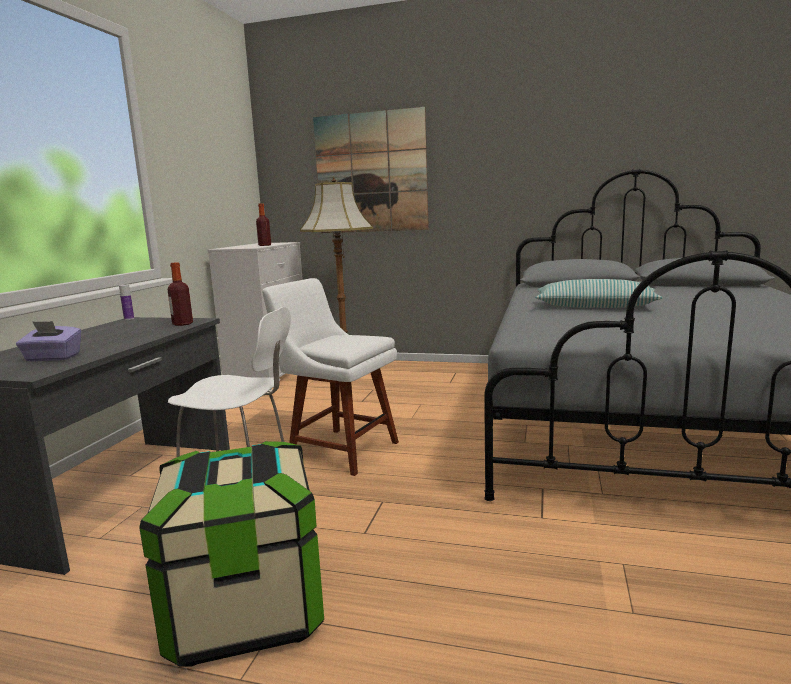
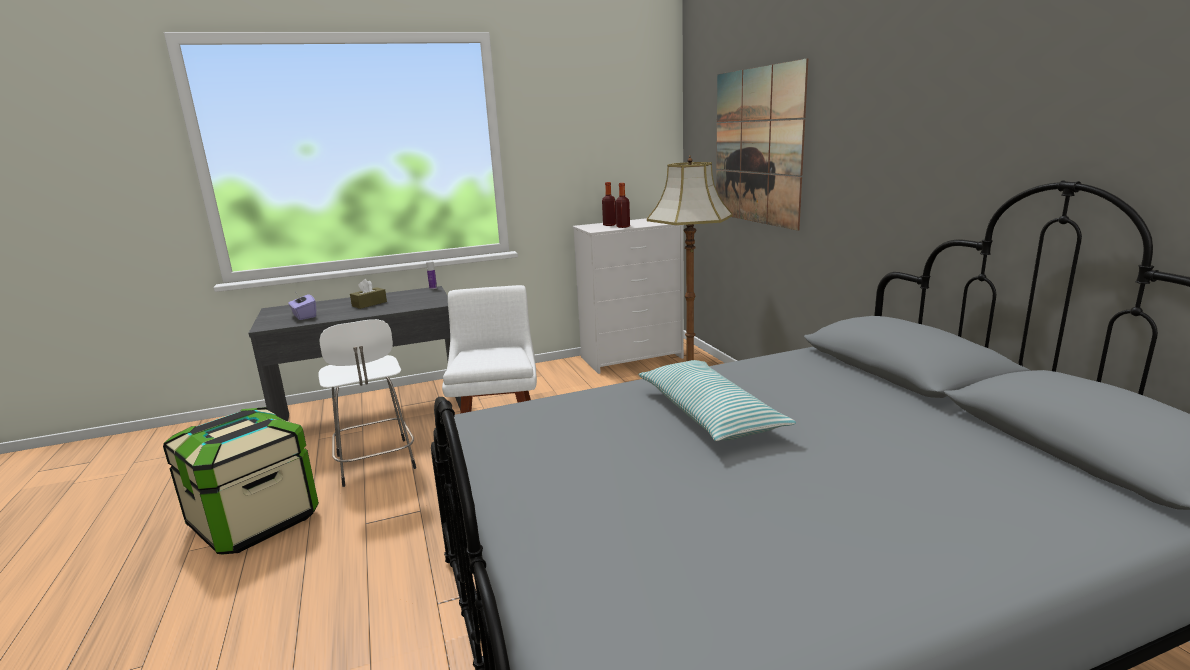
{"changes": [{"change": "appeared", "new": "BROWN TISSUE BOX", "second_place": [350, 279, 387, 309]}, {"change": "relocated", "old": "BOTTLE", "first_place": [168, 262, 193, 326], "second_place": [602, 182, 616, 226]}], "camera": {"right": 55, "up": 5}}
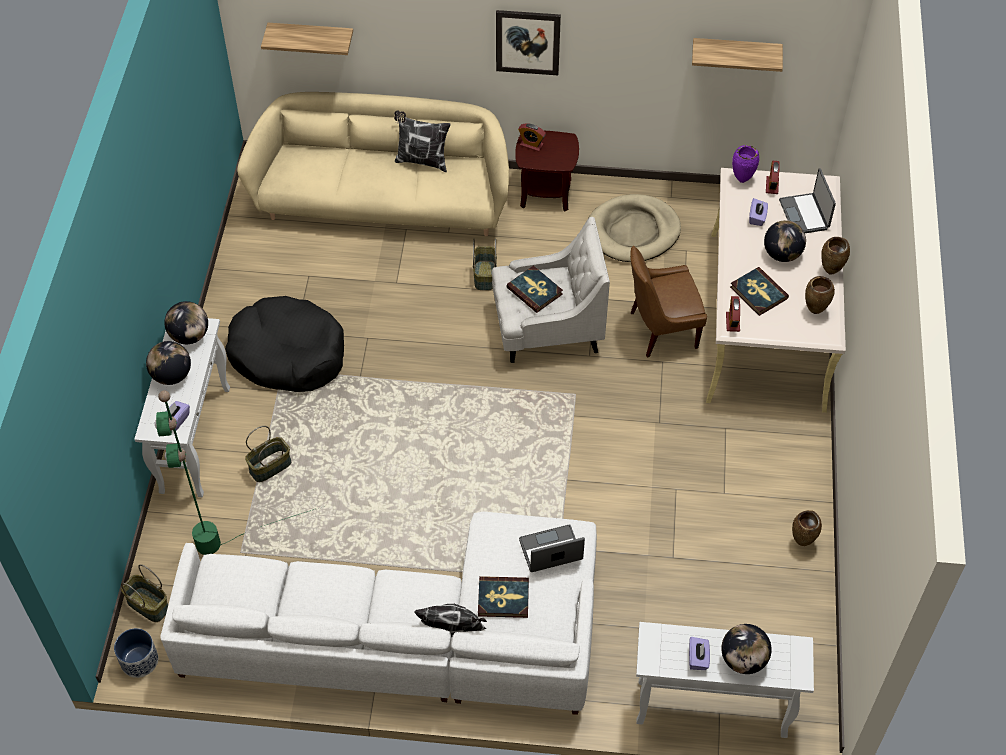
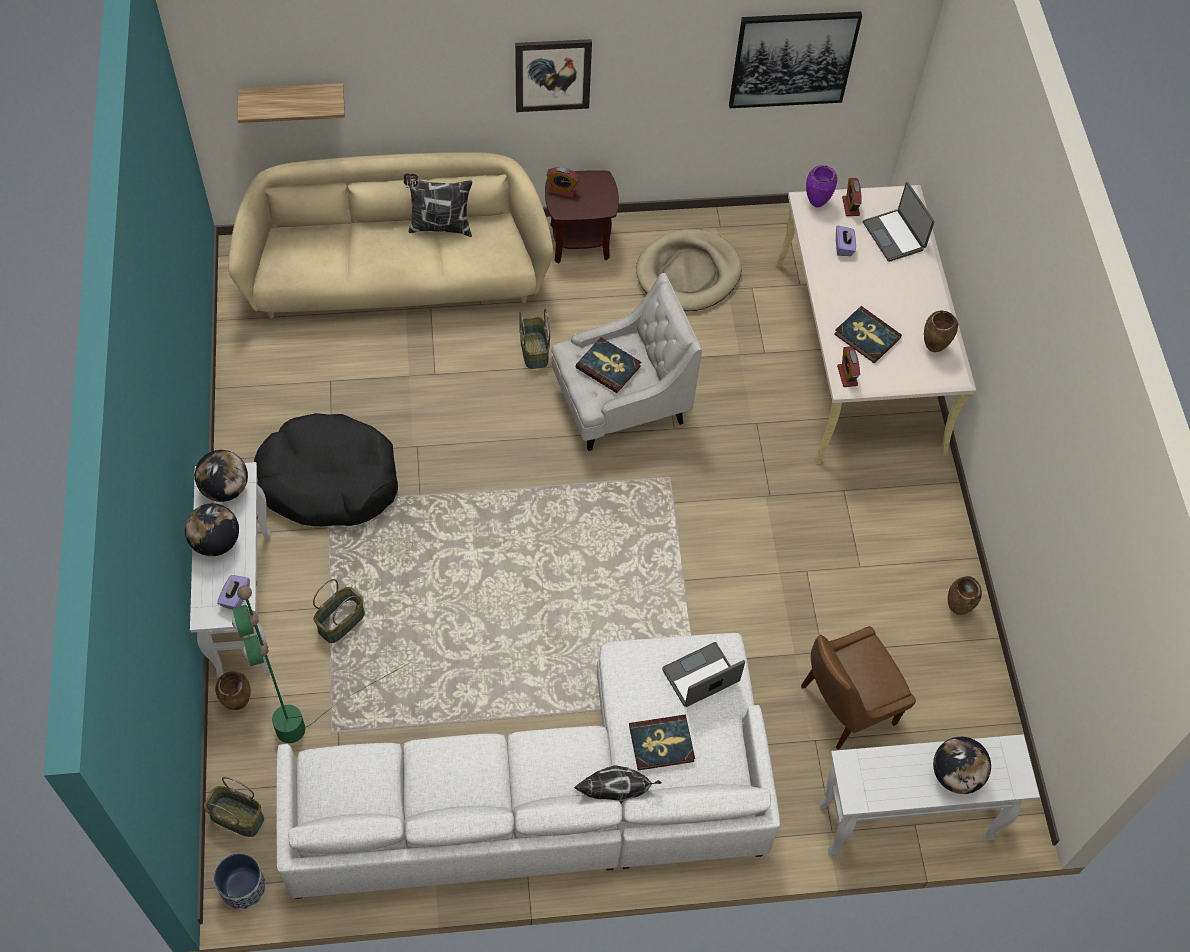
{"changes": [{"change": "missing", "old": "PURPLE TISSUE BOX", "first_place": [689, 637, 710, 670]}, {"change": "missing", "old": "GLOBE", "first_place": [764, 220, 806, 262]}, {"change": "relocated", "old": "BROWN CHAIR", "first_place": [630, 246, 707, 358], "second_place": [801, 626, 916, 750]}, {"change": "relocated", "old": "BROWN VASE", "first_place": [821, 237, 850, 275], "second_place": [215, 671, 251, 710]}, {"change": "exchanged", "old": "SHELF", "new": "PICTURE", "first_place": [692, 38, 783, 72], "second_place": [729, 12, 862, 108]}], "camera": {"right": -15, "up": 5}}
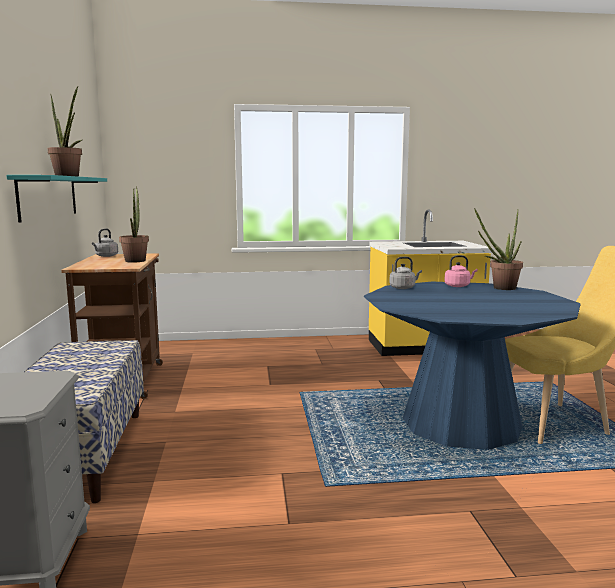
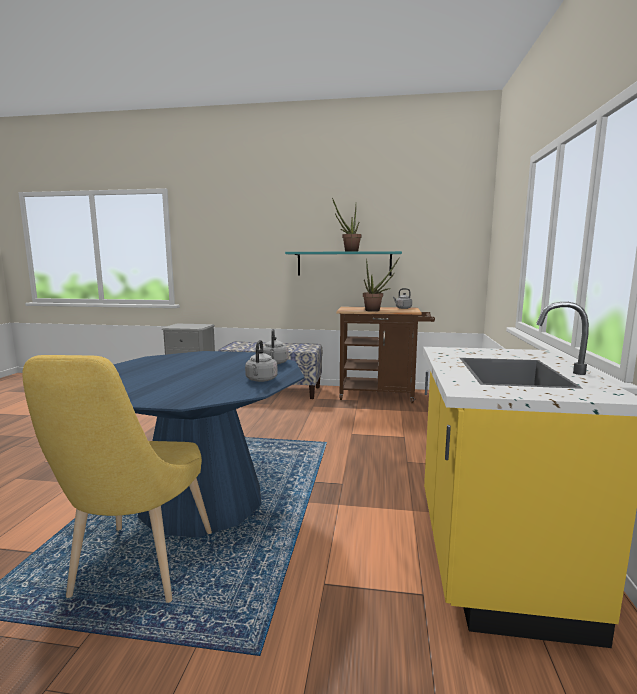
{"changes": [{"change": "missing", "old": "POTTED PLANT", "first_place": [474, 208, 523, 290]}, {"change": "colour", "old": "PINK KETTLE", "new": "GREY KETTLE", "first_place": [444, 255, 478, 287], "second_place": [245, 340, 278, 382]}], "camera": {"right": 105, "up": 0}}
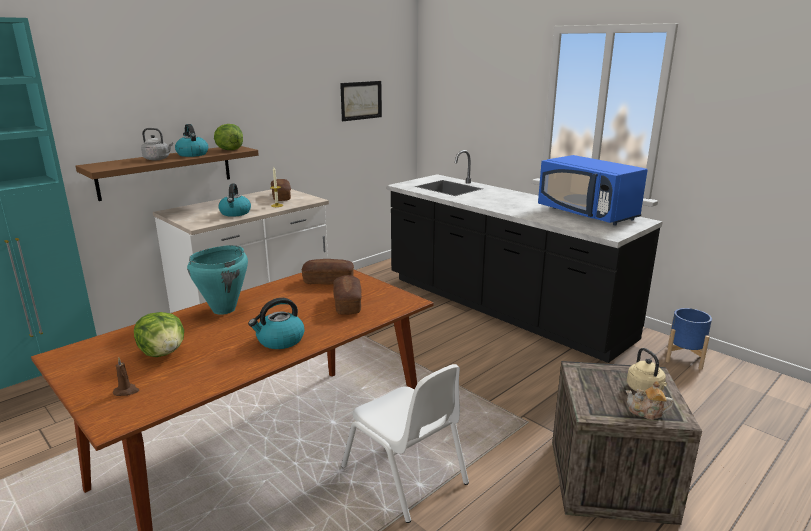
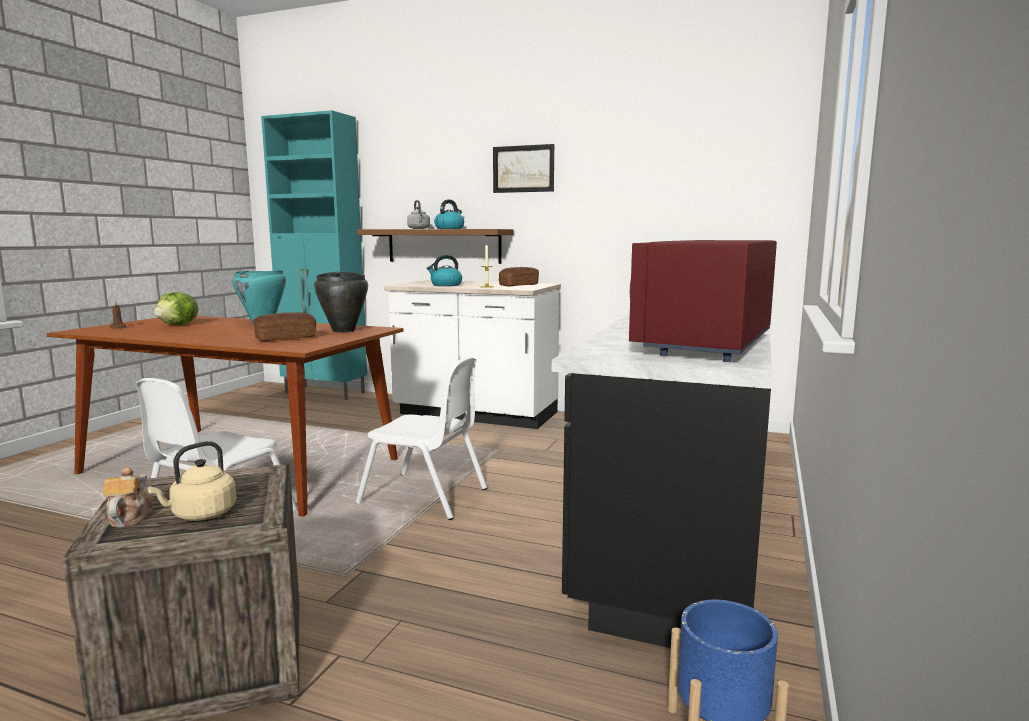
{"changes": [{"change": "missing", "old": "LETTUCE", "first_place": [214, 124, 243, 150]}, {"change": "missing", "old": "KETTLE", "first_place": [248, 298, 304, 349]}, {"change": "appeared", "new": "WHITE CHAIR", "second_place": [355, 356, 487, 520]}, {"change": "relocated", "old": "PICTURE", "first_place": [340, 81, 382, 121], "second_place": [493, 144, 554, 193]}, {"change": "exchanged", "old": "BREAD", "new": "BLACK COOKING POT", "first_place": [302, 259, 354, 284], "second_place": [314, 272, 368, 333]}, {"change": "colour", "old": "BLUE MICROWAVE", "new": "RED MICROWAVE", "first_place": [538, 155, 647, 226], "second_place": [629, 240, 777, 362]}], "camera": {"right": 65, "up": -10}}
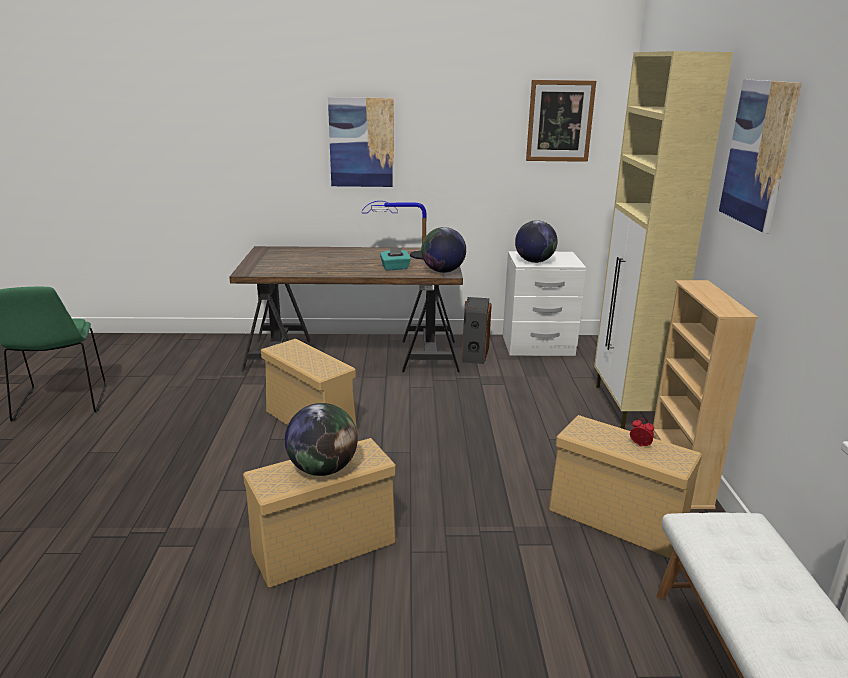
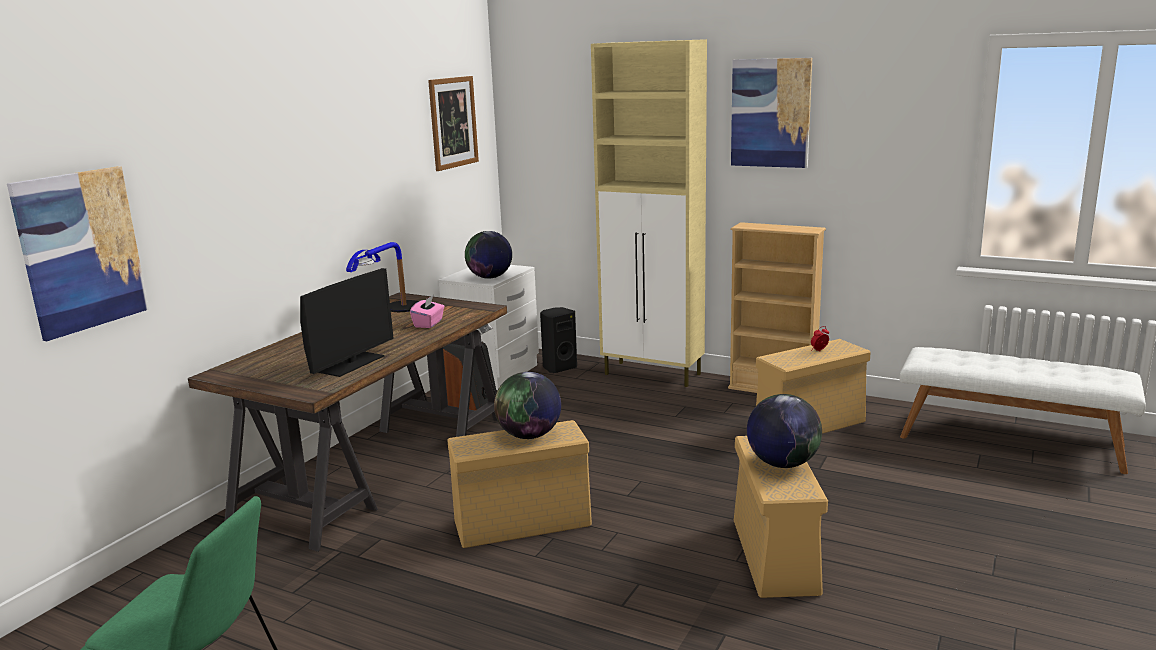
{"changes": [{"change": "appeared", "new": "MONITOR", "second_place": [300, 268, 394, 377]}, {"change": "appeared", "new": "BLACK SPEAKER", "second_place": [540, 307, 577, 373]}, {"change": "relocated", "old": "PICTURE", "first_place": [328, 97, 394, 187], "second_place": [7, 166, 149, 341]}, {"change": "relocated", "old": "GLOBE", "first_place": [421, 227, 466, 273], "second_place": [494, 372, 561, 439]}, {"change": "colour", "old": "TURQUOISE TISSUE BOX", "new": "PINK TISSUE BOX", "first_place": [380, 248, 411, 270], "second_place": [410, 296, 444, 328]}], "camera": {"right": -60, "up": -5}}
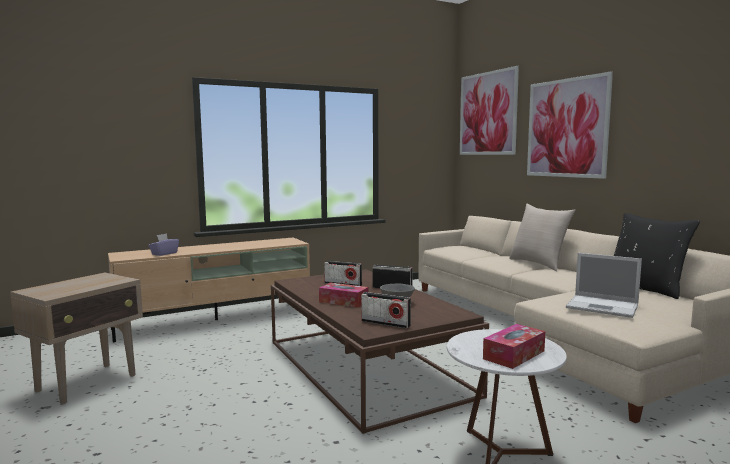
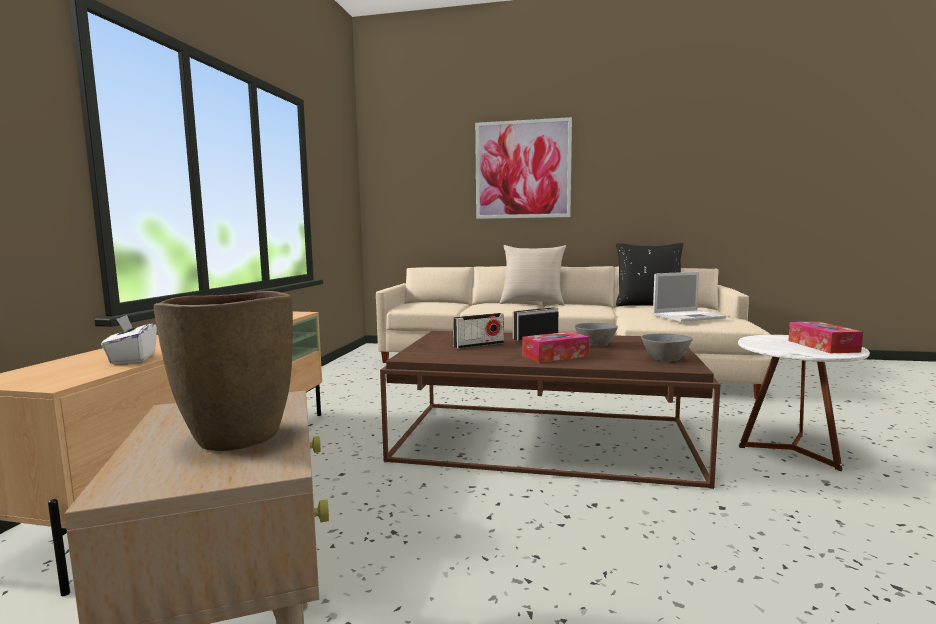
{"changes": [{"change": "missing", "old": "PICTURE", "first_place": [460, 66, 519, 155]}, {"change": "appeared", "new": "BROWN VASE", "second_place": [154, 291, 293, 451]}, {"change": "exchanged", "old": "RADIO", "new": "GREY BOWL", "first_place": [361, 292, 411, 329], "second_place": [641, 333, 693, 361]}, {"change": "colour", "old": "PURPLE TISSUE BOX", "new": "WHITE TISSUE BOX", "first_place": [149, 233, 179, 256], "second_place": [101, 315, 157, 364]}], "camera": {"right": -50, "up": 0}}
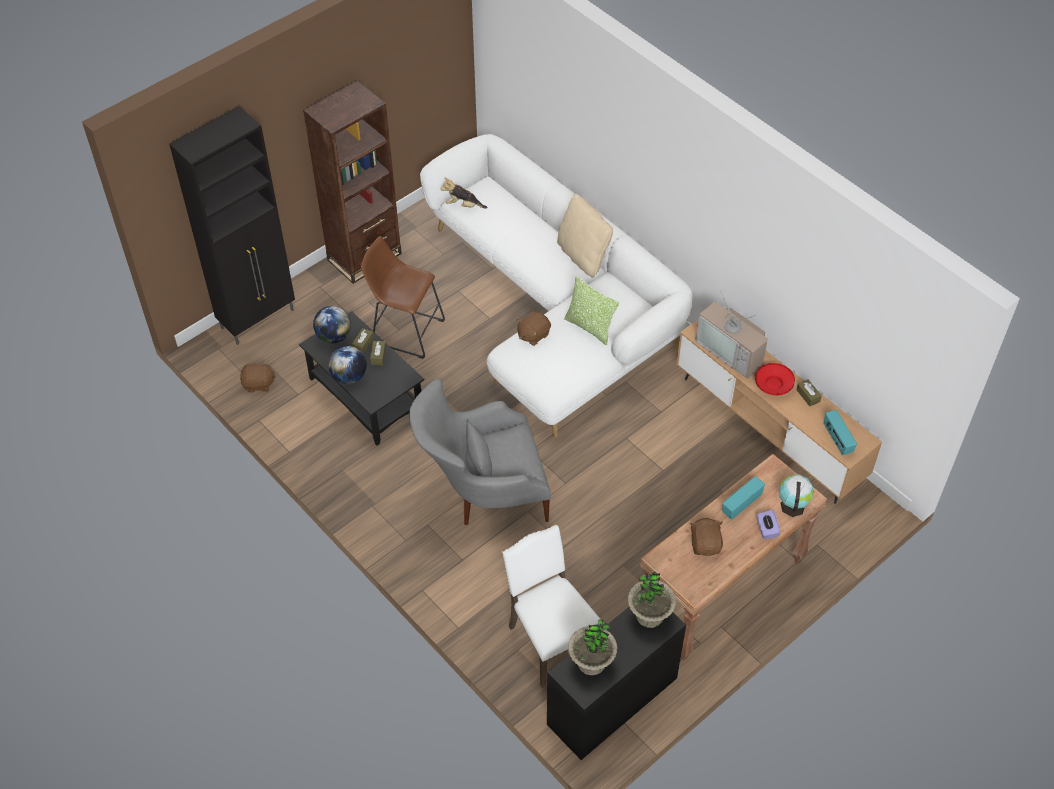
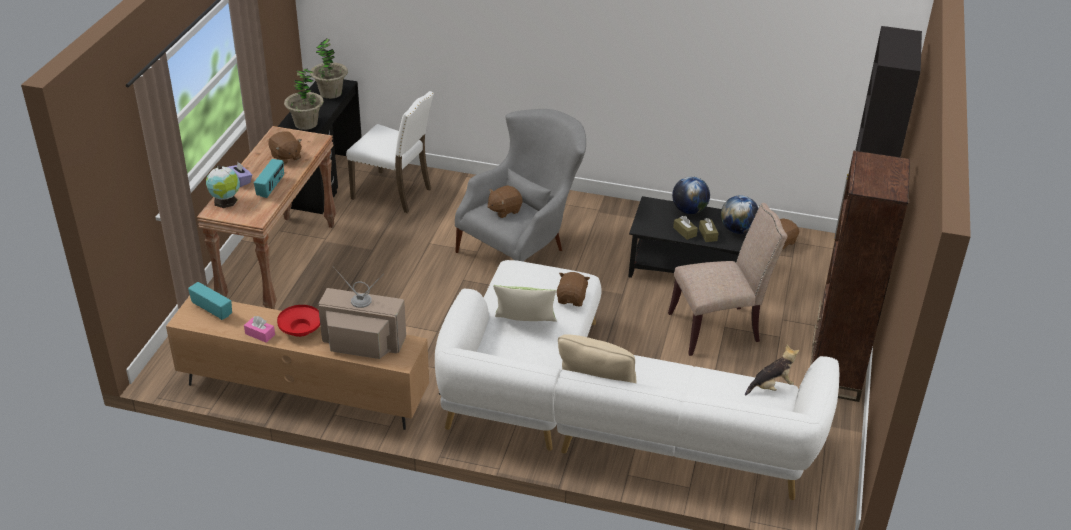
{"changes": [{"change": "appeared", "new": "BROWN PLUSH TOY", "second_place": [488, 185, 522, 218]}, {"change": "exchanged", "old": "BROWN STOOL", "new": "BEIGE CHAIR", "first_place": [361, 236, 445, 359], "second_place": [668, 203, 787, 356]}, {"change": "colour", "old": "BROWN TISSUE BOX", "new": "PINK TISSUE BOX", "first_place": [797, 379, 822, 406], "second_place": [244, 316, 275, 343]}], "camera": {"right": 145, "up": -15}}
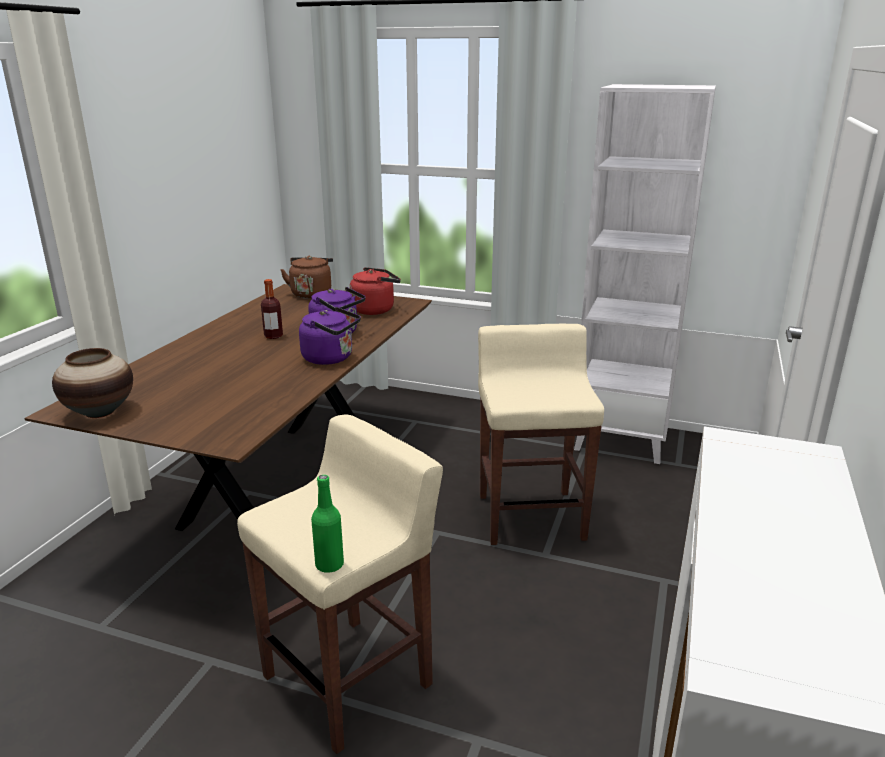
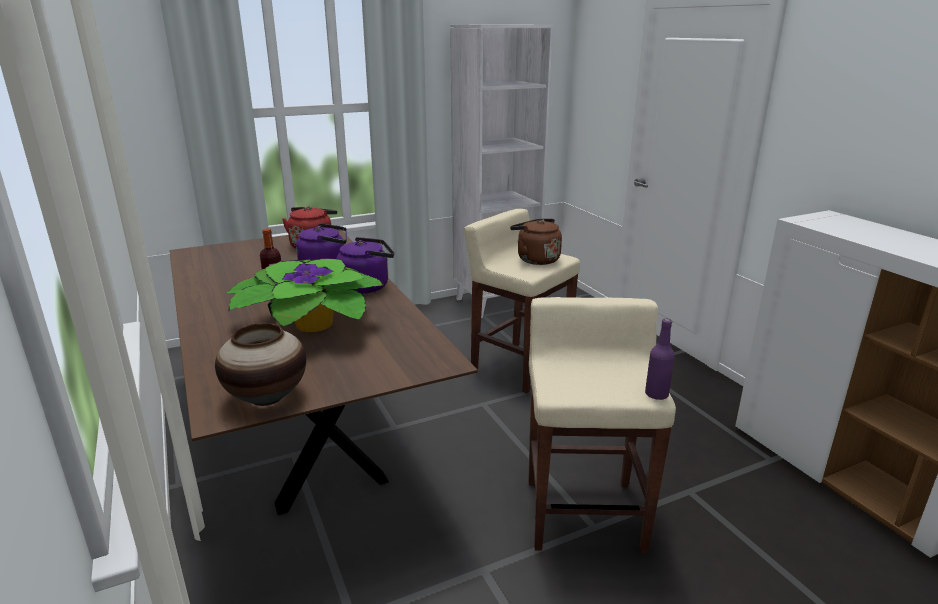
{"changes": [{"change": "appeared", "new": "POTTED PLANT", "second_place": [226, 258, 383, 332]}, {"change": "relocated", "old": "BROWN KETTLE", "first_place": [280, 256, 333, 299], "second_place": [510, 219, 562, 265]}, {"change": "colour", "old": "GREEN BOTTLE", "new": "PURPLE BOTTLE", "first_place": [311, 475, 344, 573], "second_place": [645, 318, 675, 400]}], "camera": {"right": -45, "up": 0}}
